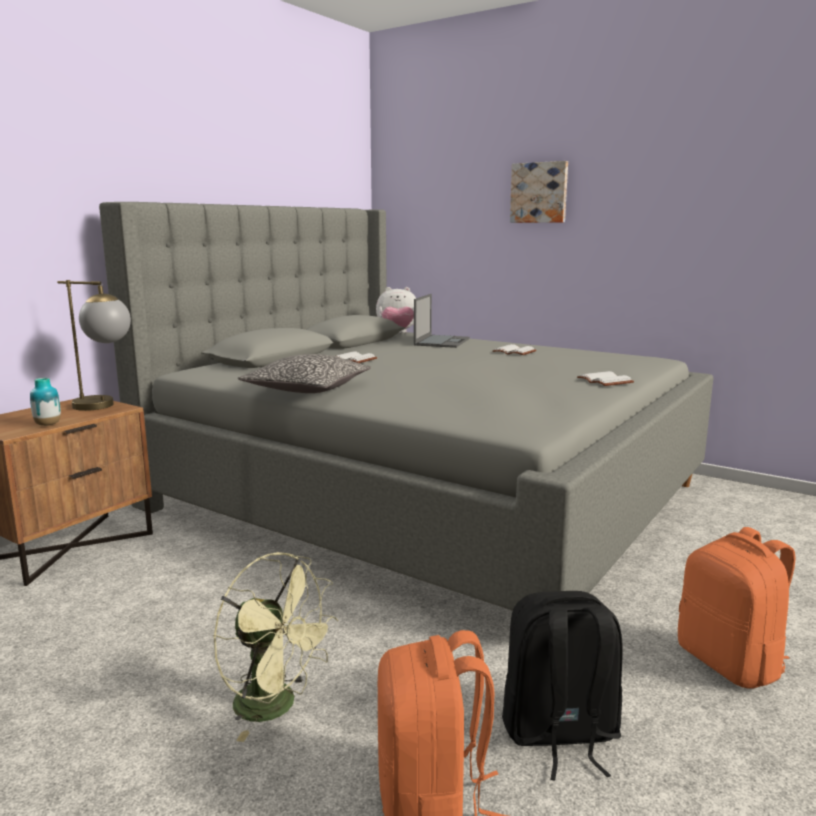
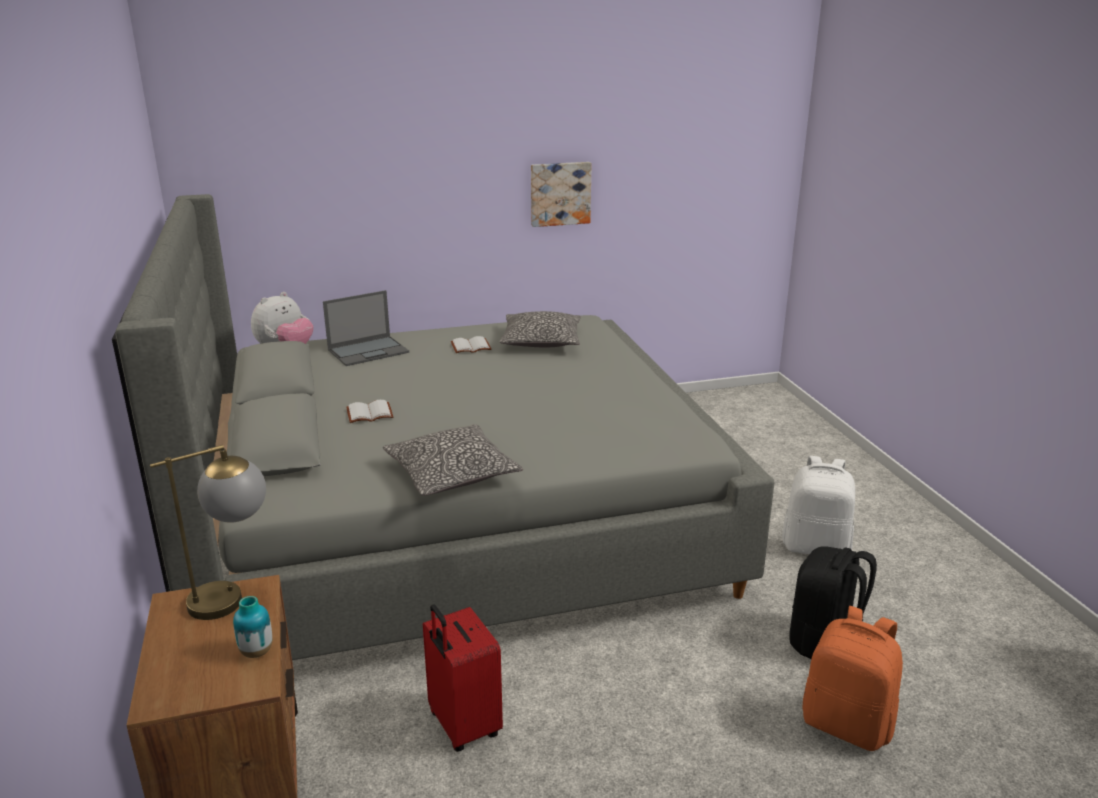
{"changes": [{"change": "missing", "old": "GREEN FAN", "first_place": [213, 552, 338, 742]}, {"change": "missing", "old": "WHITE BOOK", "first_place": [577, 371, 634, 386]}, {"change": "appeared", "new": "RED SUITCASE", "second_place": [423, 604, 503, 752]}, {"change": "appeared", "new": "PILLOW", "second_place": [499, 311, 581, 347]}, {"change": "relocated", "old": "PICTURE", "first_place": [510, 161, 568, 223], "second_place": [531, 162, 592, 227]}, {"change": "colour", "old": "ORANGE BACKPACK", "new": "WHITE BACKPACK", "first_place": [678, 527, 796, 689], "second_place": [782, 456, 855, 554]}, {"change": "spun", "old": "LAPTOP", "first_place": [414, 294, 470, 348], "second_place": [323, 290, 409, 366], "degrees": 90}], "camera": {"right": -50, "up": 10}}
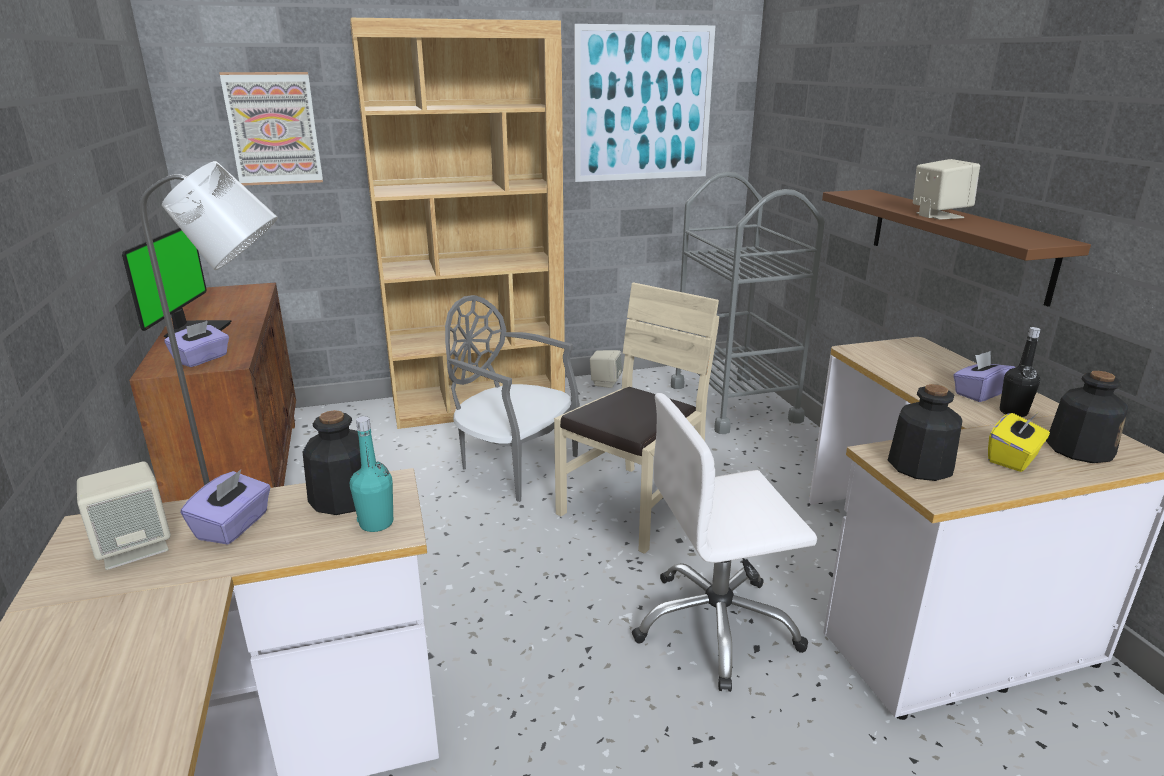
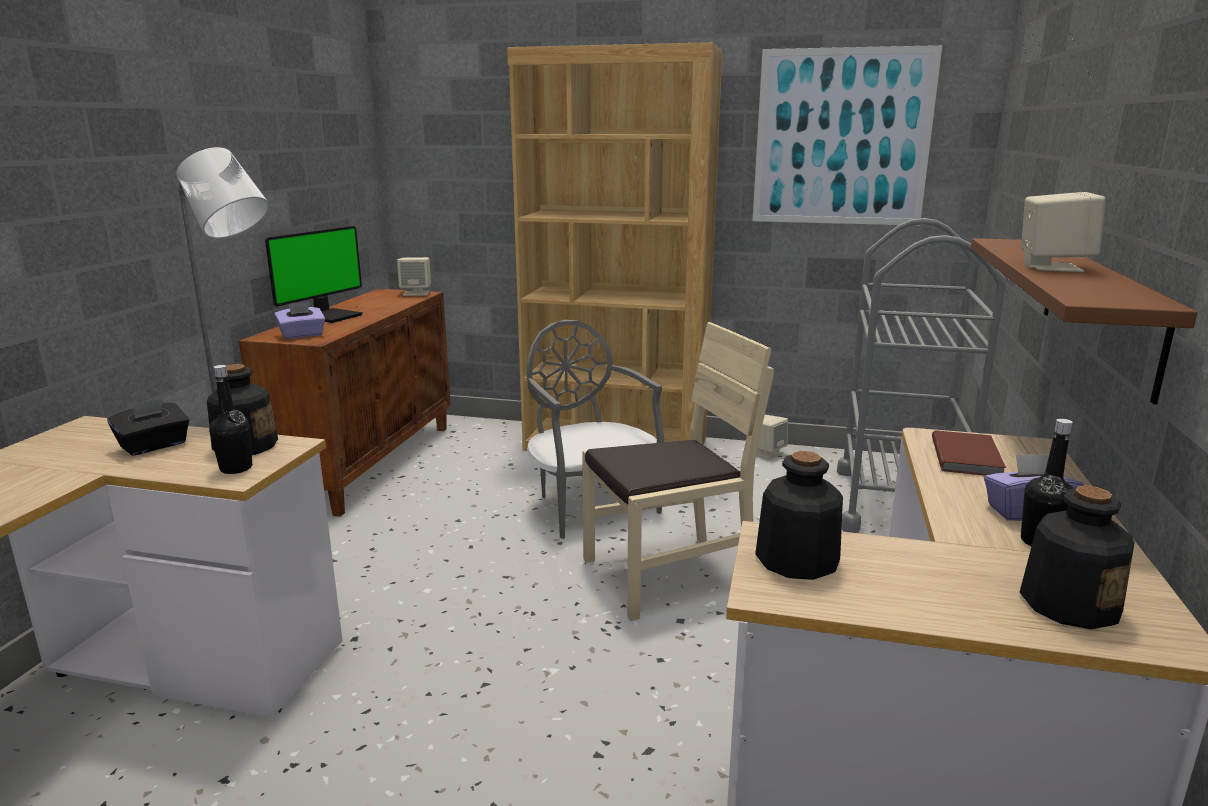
{"changes": [{"change": "missing", "old": "PICTURE", "first_place": [219, 72, 323, 186]}, {"change": "missing", "old": "WHITE OFFICE CHAIR", "first_place": [632, 393, 817, 692]}, {"change": "missing", "old": "YELLOW TISSUE BOX", "first_place": [988, 413, 1050, 472]}, {"change": "appeared", "new": "BROWN BOOK", "second_place": [932, 430, 1006, 475]}, {"change": "relocated", "old": "BEIGE SPEAKER", "first_place": [77, 461, 171, 570], "second_place": [397, 257, 431, 296]}, {"change": "colour", "old": "PURPLE TISSUE BOX", "new": "BLACK TISSUE BOX", "first_place": [181, 470, 271, 545], "second_place": [107, 398, 189, 456]}, {"change": "colour", "old": "TURQUOISE BOTTLE", "new": "BLACK BOTTLE", "first_place": [350, 416, 393, 532], "second_place": [209, 365, 252, 474]}], "camera": {"right": 30, "up": -5}}
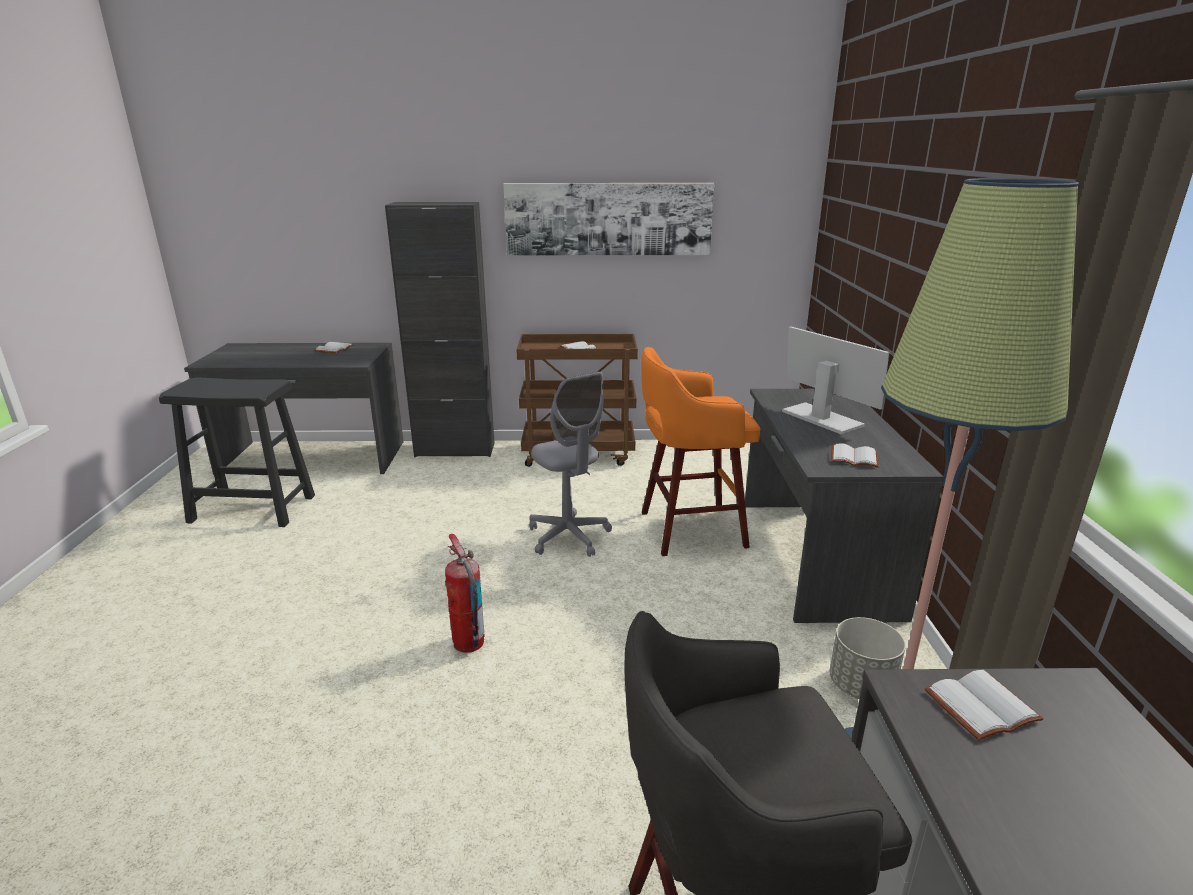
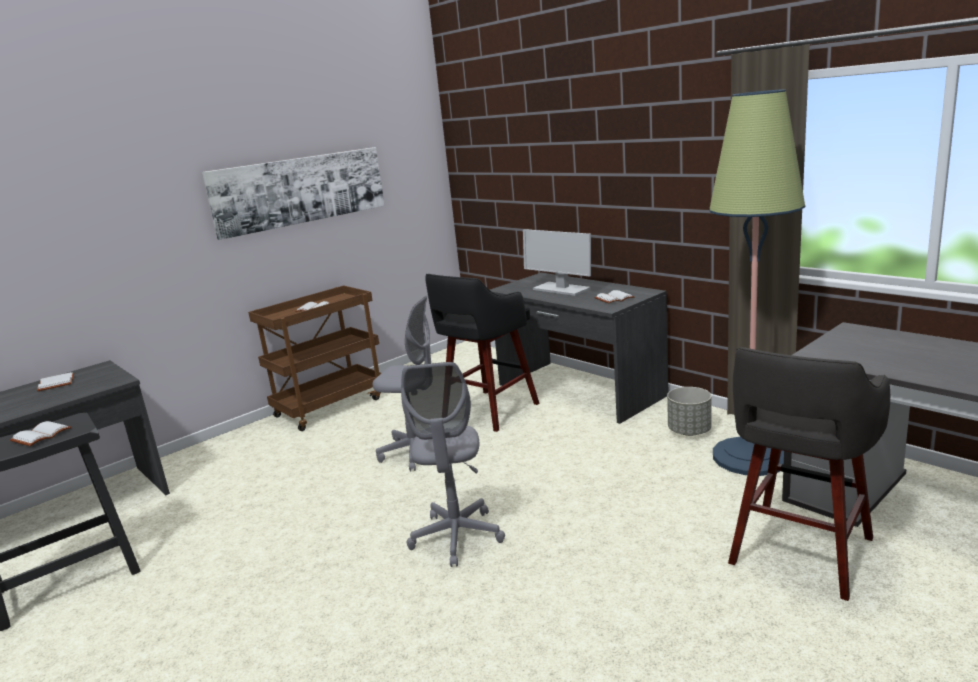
{"changes": [{"change": "missing", "old": "BLACK CABINET", "first_place": [385, 202, 495, 457]}, {"change": "relocated", "old": "WHITE BOOK", "first_place": [925, 670, 1043, 741], "second_place": [10, 421, 72, 446]}, {"change": "exchanged", "old": "FIRE EXTINGUISHER", "new": "GREY OFFICE CHAIR", "first_place": [445, 534, 484, 653], "second_place": [401, 362, 505, 567]}, {"change": "colour", "old": "ORANGE STOOL", "new": "BLACK STOOL", "first_place": [641, 347, 760, 556], "second_place": [425, 274, 539, 432]}, {"change": "spun", "old": "MONITOR", "first_place": [782, 327, 889, 434], "second_place": [523, 229, 591, 296], "degrees": -150}], "camera": {"right": -40, "up": -5}}
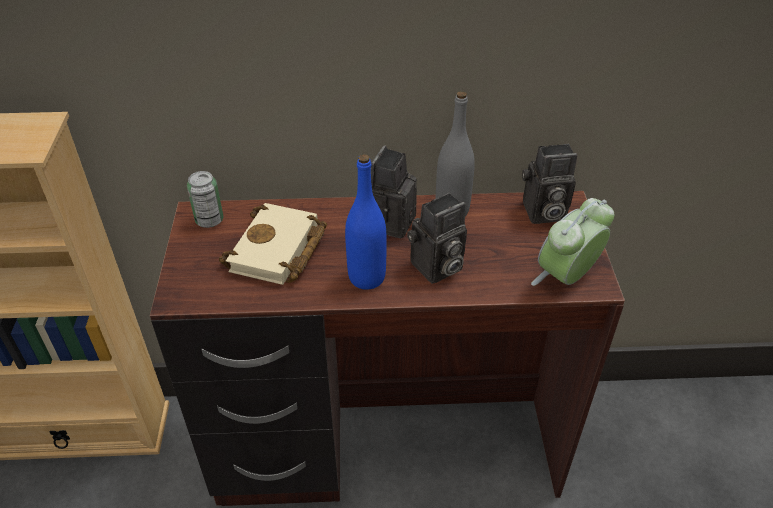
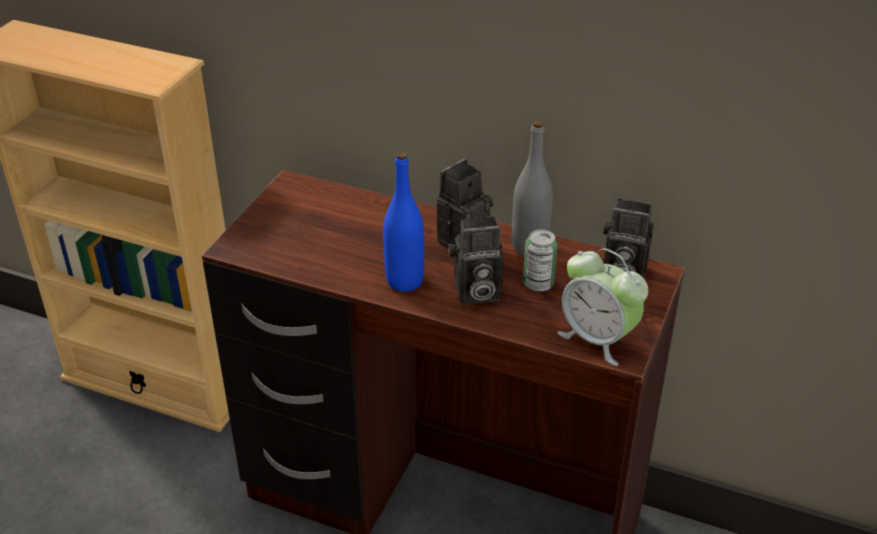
{"changes": [{"change": "missing", "old": "BEIGE BOOK", "first_place": [219, 203, 327, 285]}, {"change": "relocated", "old": "CAN", "first_place": [187, 171, 223, 228], "second_place": [523, 229, 558, 292]}, {"change": "spun", "old": "ALARM CLOCK", "first_place": [531, 198, 614, 286], "second_place": [557, 248, 648, 366], "degrees": -120}], "camera": {"right": 25, "up": -5}}
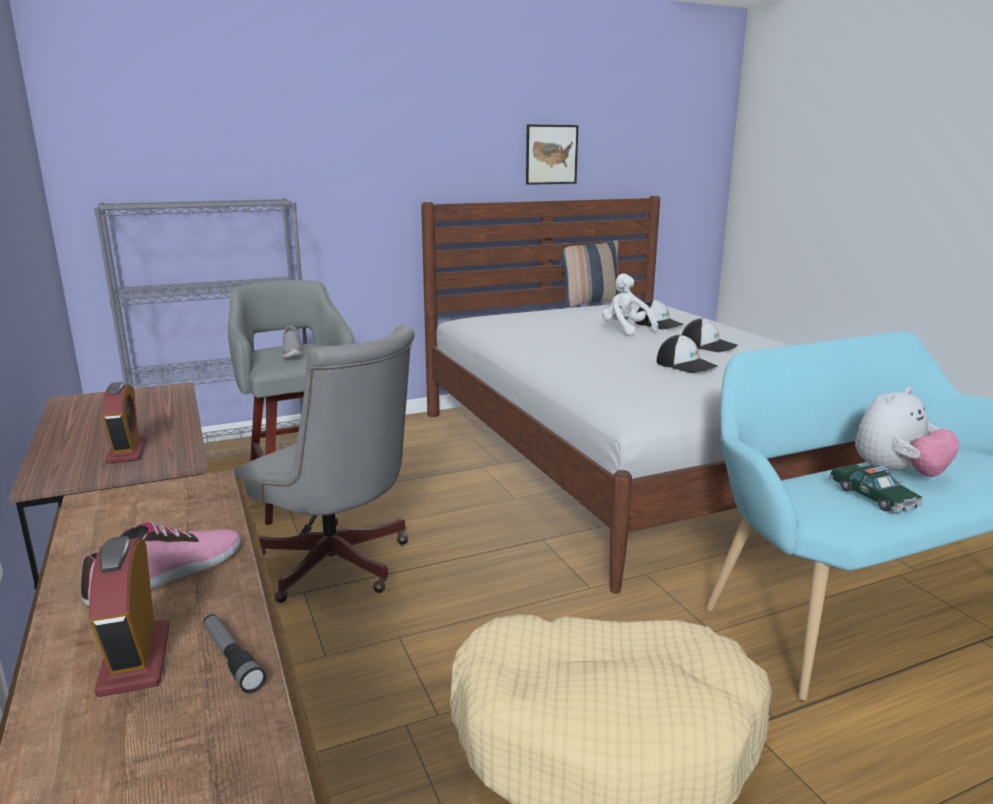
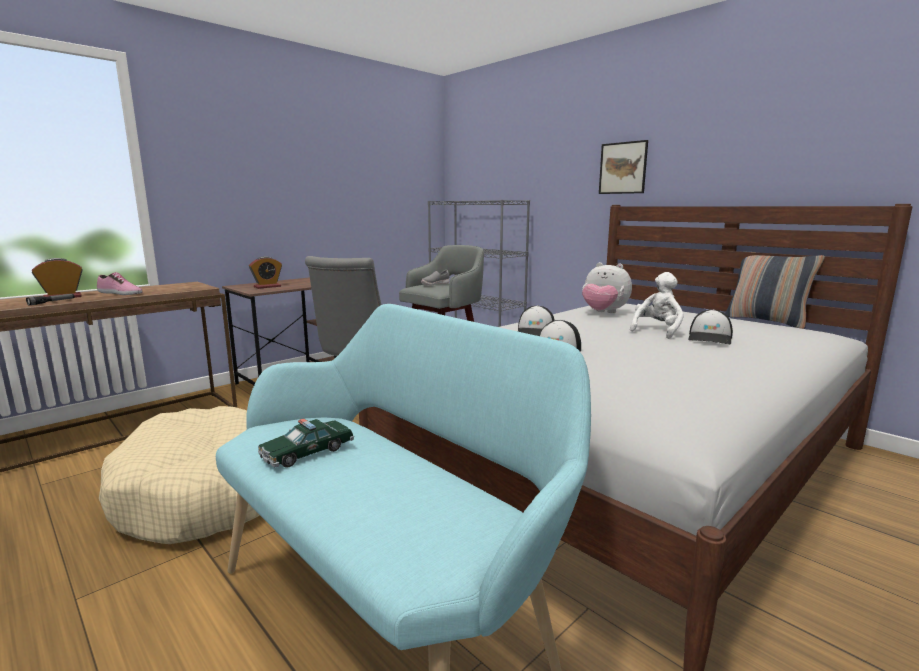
{"changes": [{"change": "relocated", "old": "PICTURE", "first_place": [526, 124, 579, 185], "second_place": [599, 140, 648, 194]}, {"change": "relocated", "old": "CAP", "first_place": [682, 318, 738, 352], "second_place": [518, 305, 555, 336]}, {"change": "relocated", "old": "PLUSH TOY", "first_place": [855, 387, 959, 477], "second_place": [582, 262, 632, 313]}], "camera": {"right": 70, "up": -5}}
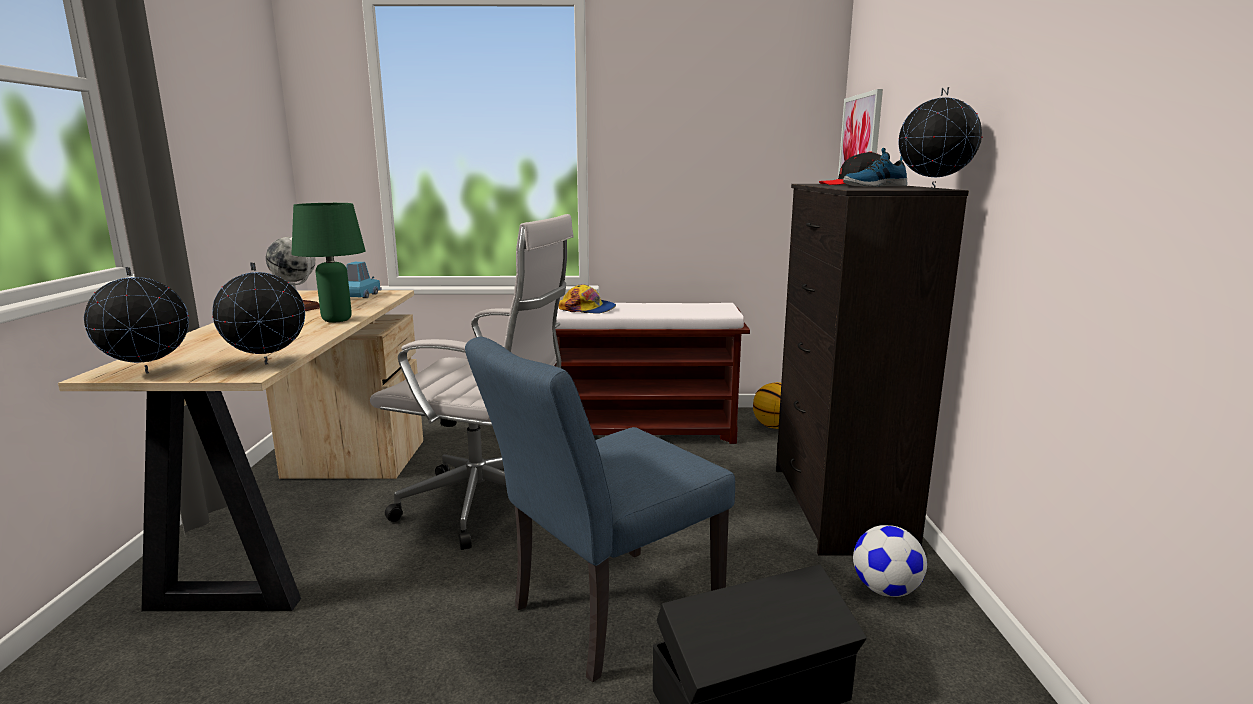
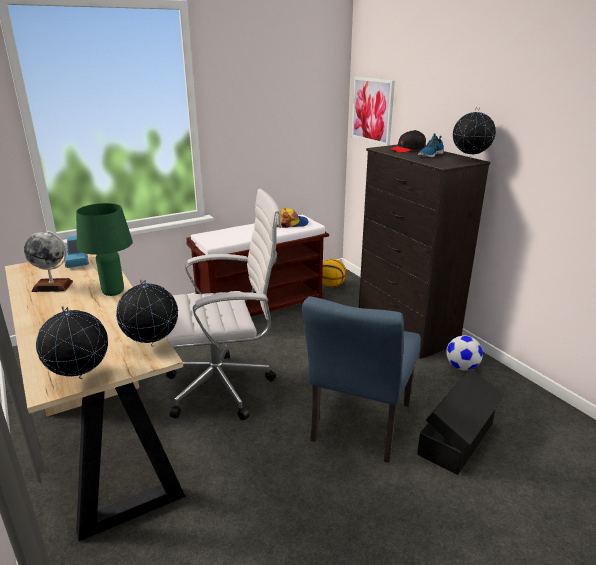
{"changes": [{"change": "relocated", "old": "CAP", "first_place": [559, 284, 616, 314], "second_place": [277, 208, 308, 228]}], "camera": {"right": -30, "up": 10}}
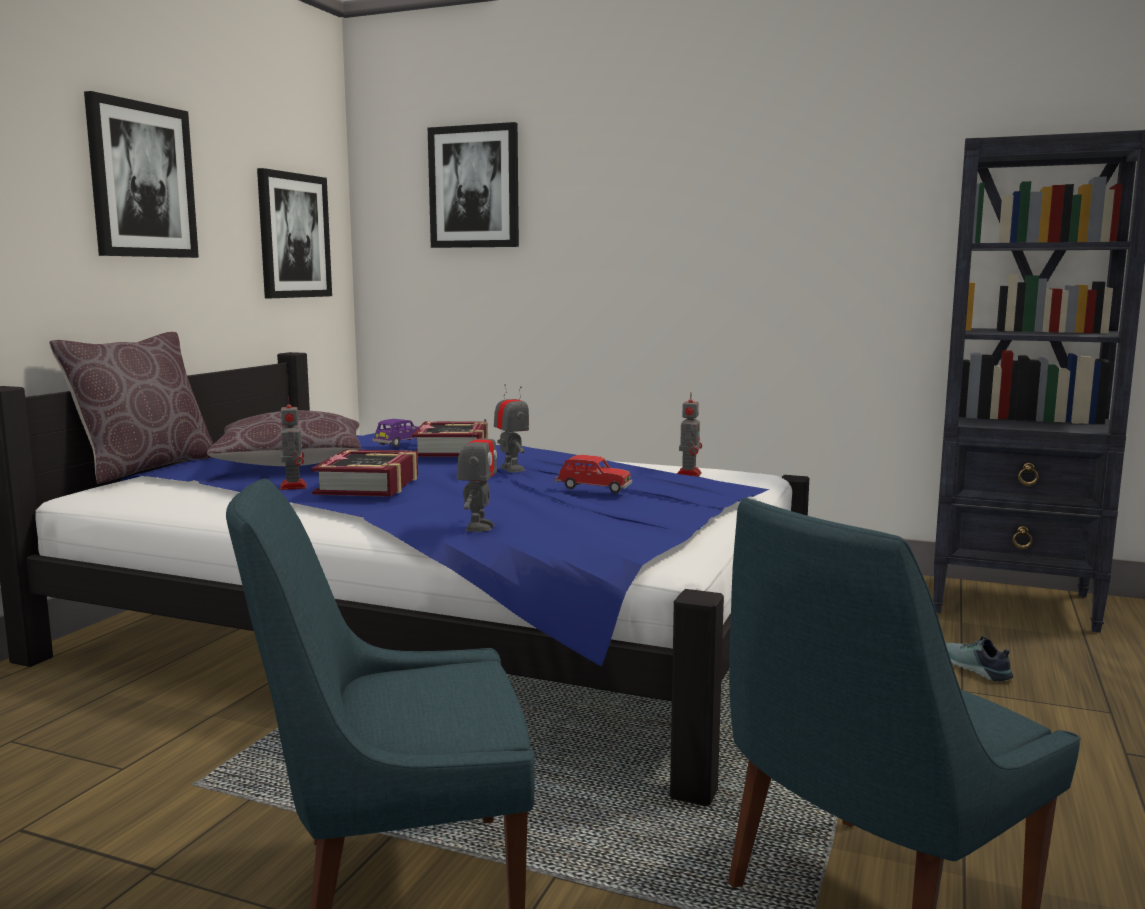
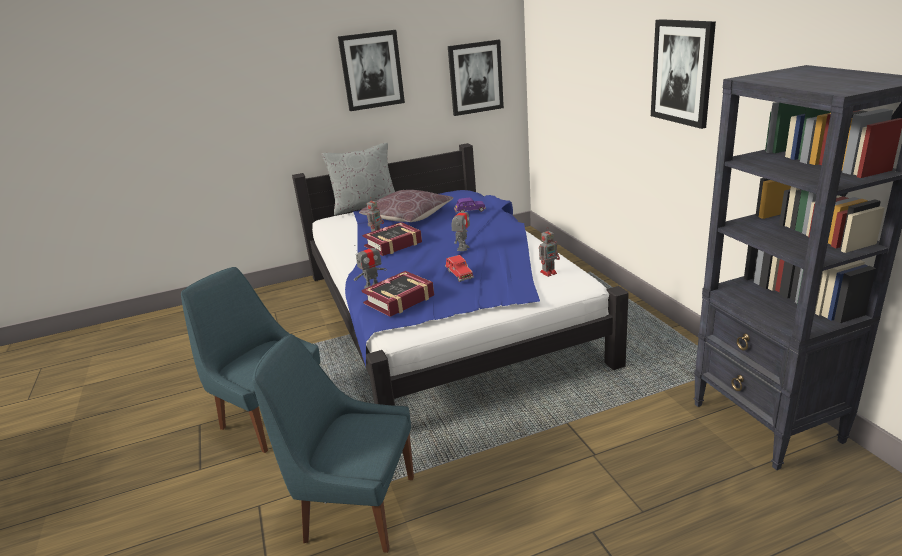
{"changes": [{"change": "missing", "old": "SHOE", "first_place": [946, 636, 1013, 681]}, {"change": "relocated", "old": "BOOK", "first_place": [412, 421, 488, 457], "second_place": [361, 271, 434, 317]}, {"change": "relocated", "old": "PICTURE", "first_place": [428, 122, 519, 248], "second_place": [651, 19, 716, 129]}, {"change": "colour", "old": "BROWN PILLOW", "new": "GREY PILLOW", "first_place": [49, 332, 214, 484], "second_place": [322, 143, 395, 216]}], "camera": {"right": 50, "up": 15}}
